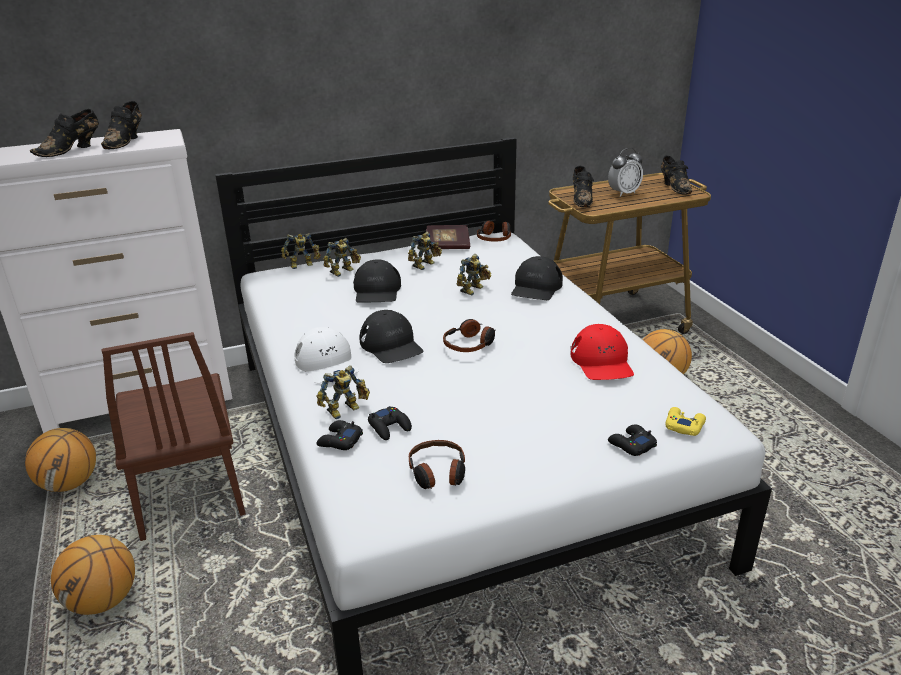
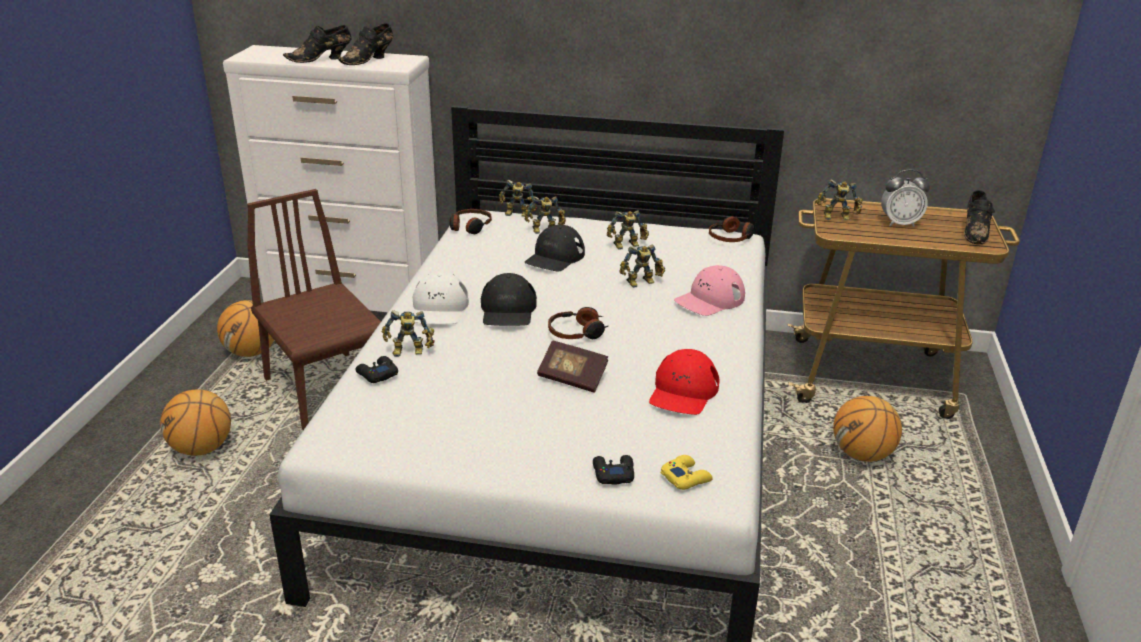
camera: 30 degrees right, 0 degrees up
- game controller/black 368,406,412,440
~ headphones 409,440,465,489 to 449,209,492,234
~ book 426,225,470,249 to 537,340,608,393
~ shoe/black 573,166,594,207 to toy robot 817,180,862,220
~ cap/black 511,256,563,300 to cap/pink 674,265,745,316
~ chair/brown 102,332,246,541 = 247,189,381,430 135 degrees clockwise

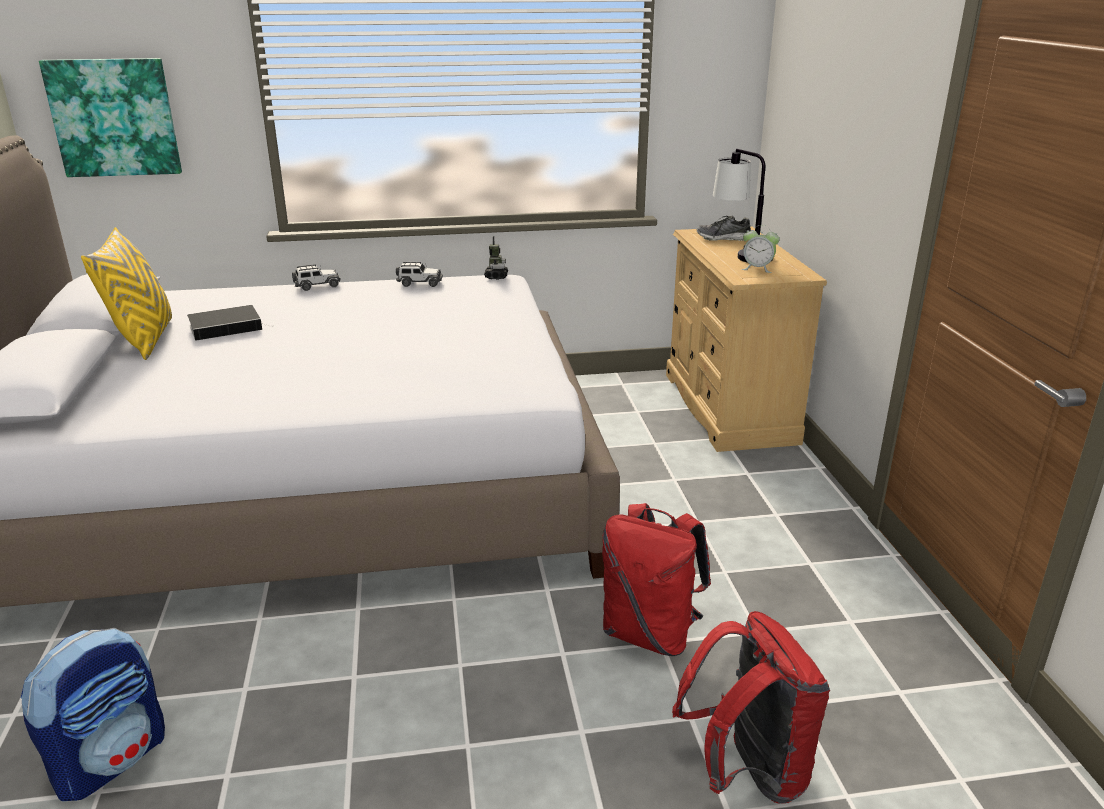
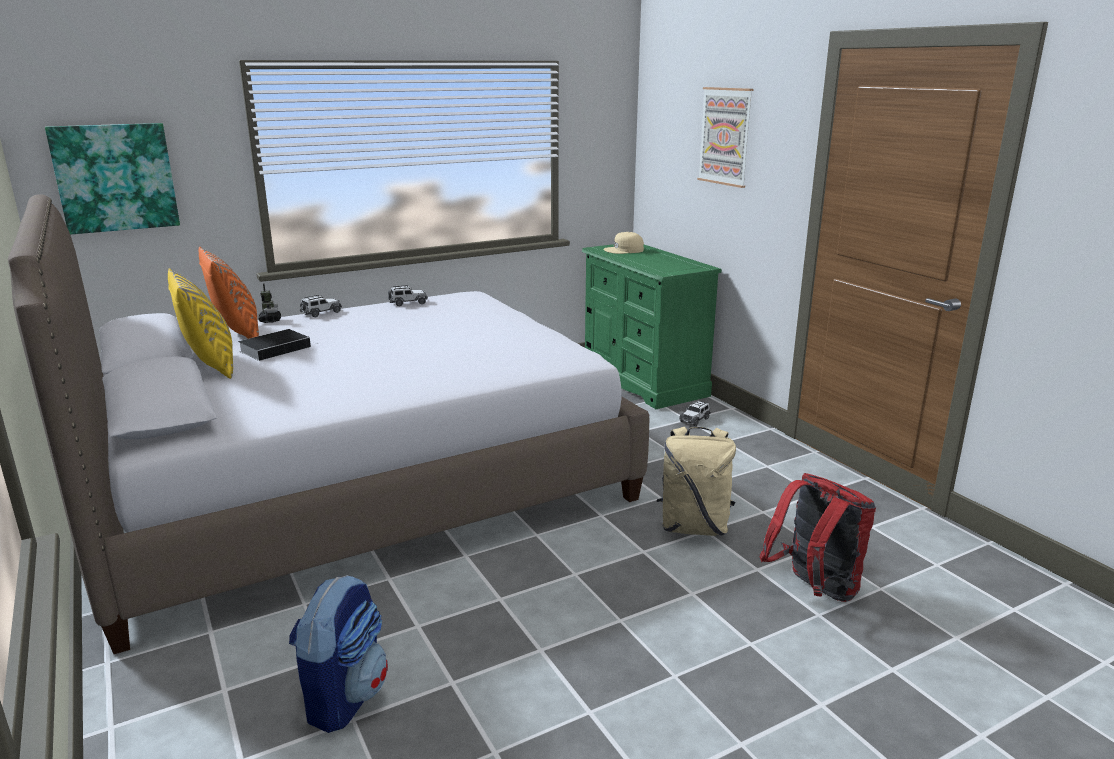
camera: 20 degrees left, 5 degrees down
- table lamp 713,149,773,263
- alarm clock 741,225,780,273
+ pillow/orange 199,246,259,339
+ toy car 679,400,711,426
+ picture 697,87,753,188
~ toy robot 484,236,508,279 to 259,284,281,323
~ shoe 697,216,751,241 to cap/beige 603,232,644,254
~ backpack/red 602,503,711,656 to backpack/beige 657,427,736,536
~ dresser/beige 666,227,827,452 to dresser/green 581,244,722,409

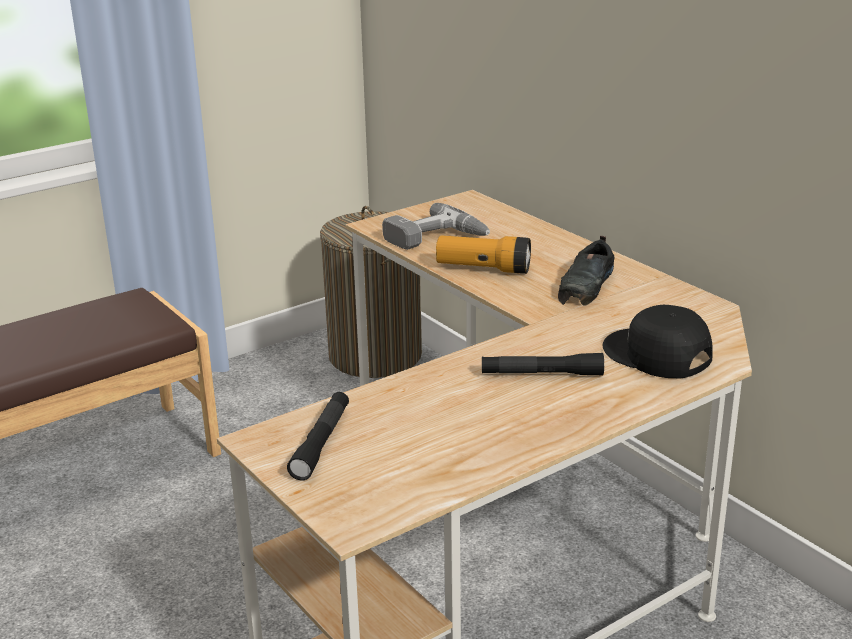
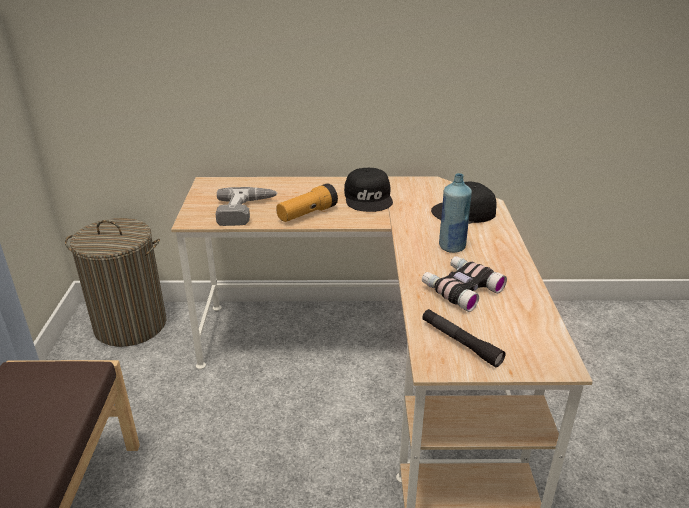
camera: 55 degrees left, 5 degrees up
+ binoculars 422,256,507,312
~ flashlight/black 482,353,604,375 to bottle/blue 439,173,472,253
~ shoe/black 558,236,614,305 to cap/black 344,168,393,212

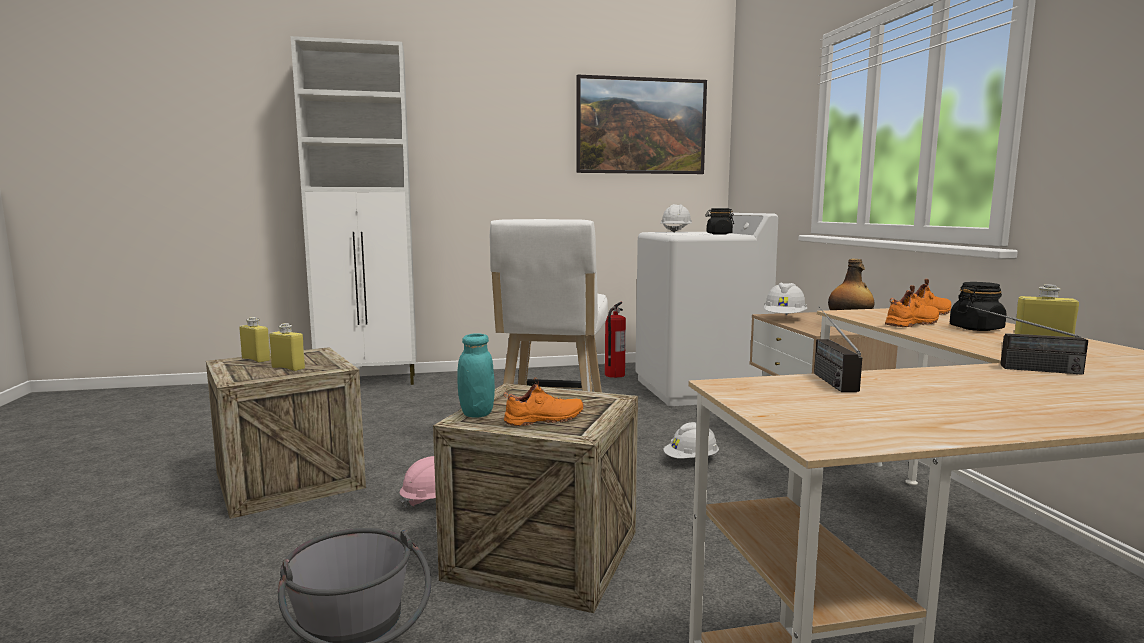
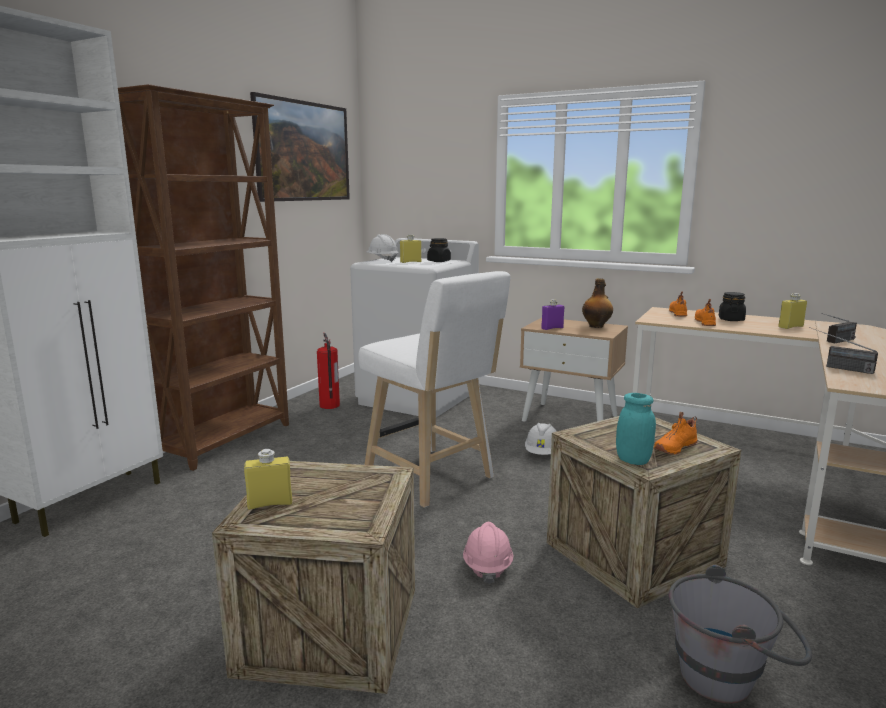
camera: 50 degrees left, 5 degrees up
+ bookcase/brown 118,84,289,471
~ bottle/yellow 269,323,305,371 to 400,234,421,263
~ hard hat/white 763,283,807,316 to bottle/purple 541,299,564,330
~ shoe/orange 503,377,584,426 = 654,412,697,455 150 degrees counterclockwise

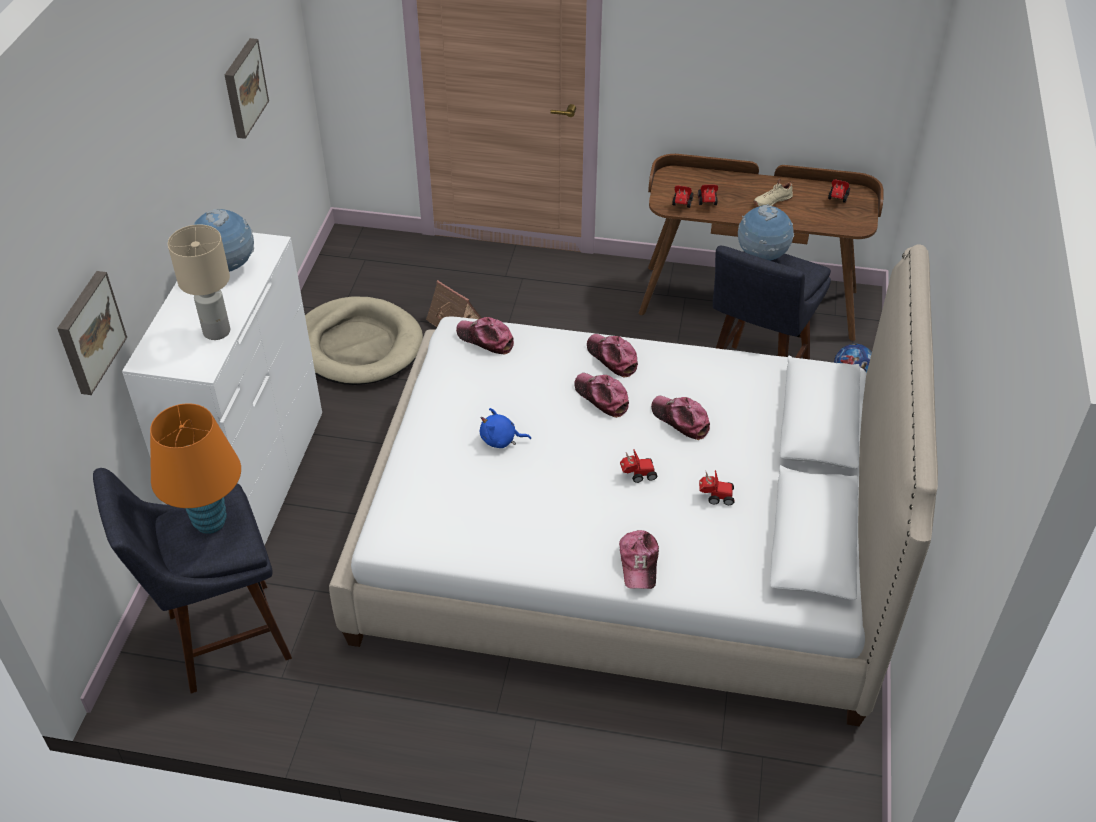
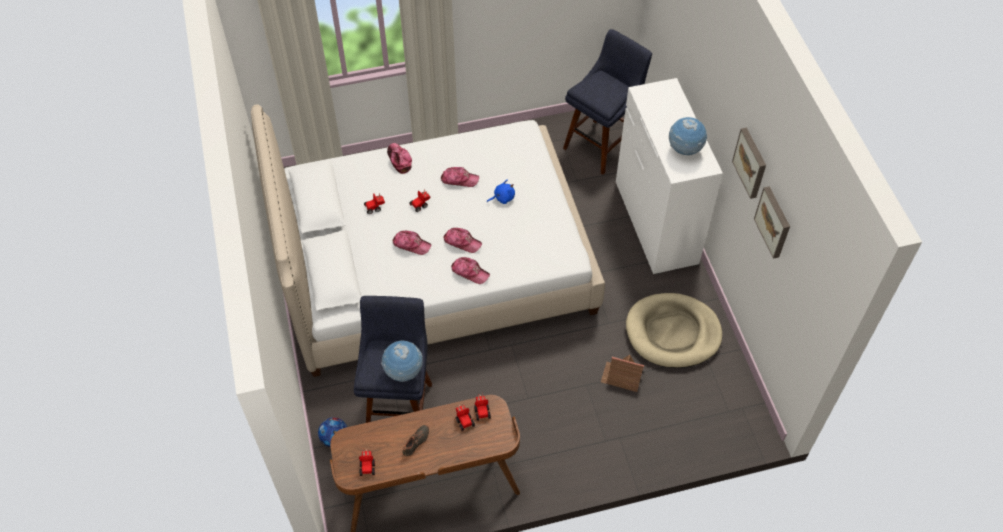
camera: 155 degrees right, 10 degrees up
- table lamp/orange 150,403,241,534
- table lamp/beige 168,224,230,340
~ picture 57,271,127,395 to 732,128,766,199
~ cap 456,317,514,355 to 441,167,479,187
~ shoe/beige 754,179,794,207 to shoe/black 403,425,429,456

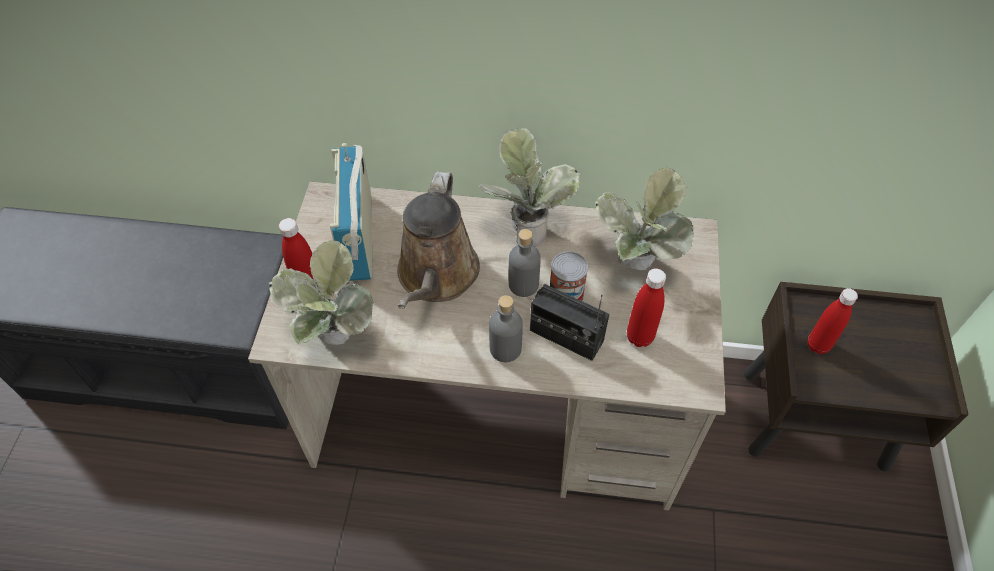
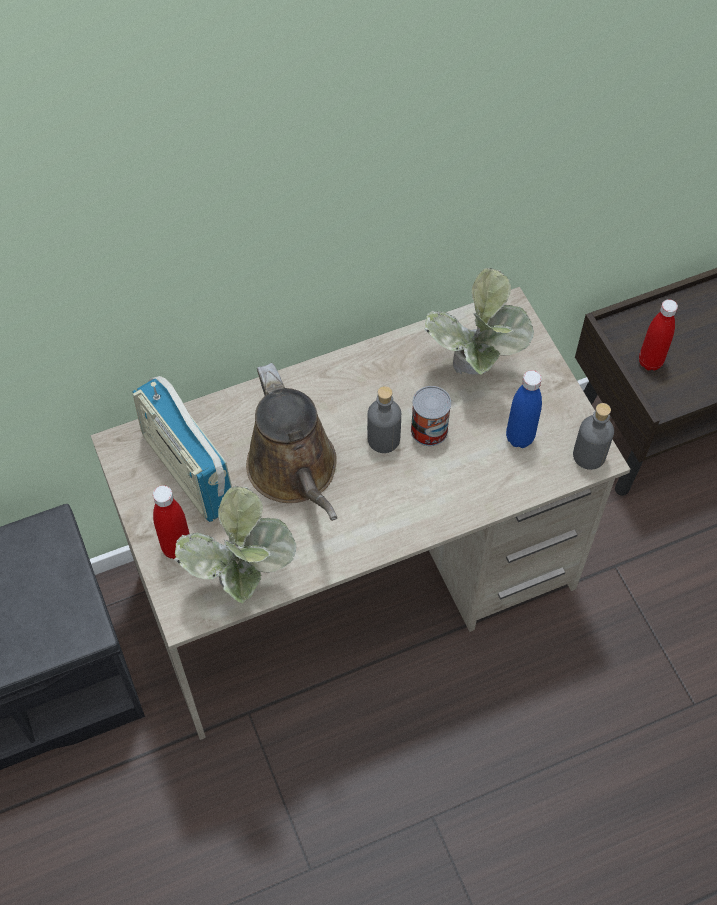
camera: 30 degrees left, 5 degrees up
- potted plant 479,128,580,247
- radio 530,284,609,361
~ bottle/grey 489,295,523,362 to 573,403,614,470
~ bottle/red 627,268,666,347 to bottle/blue 506,370,542,448

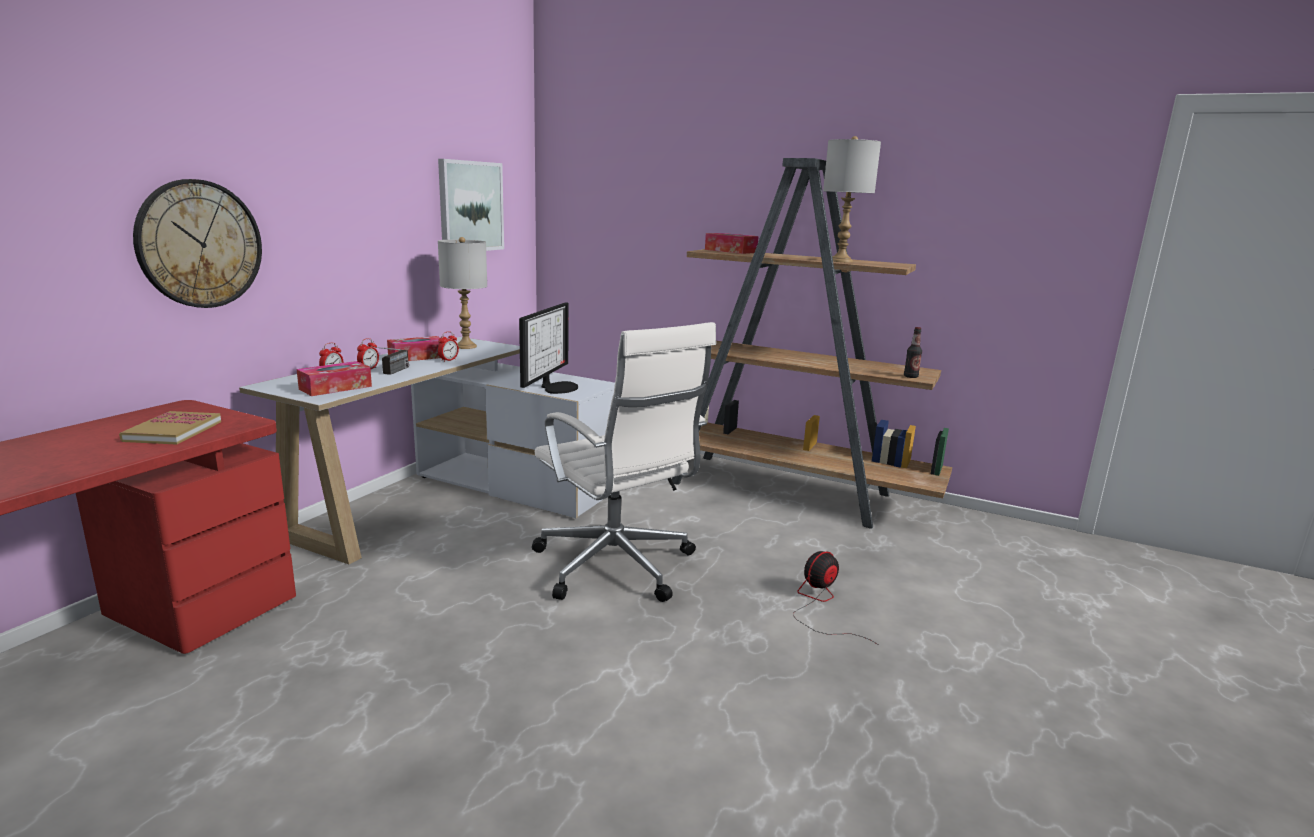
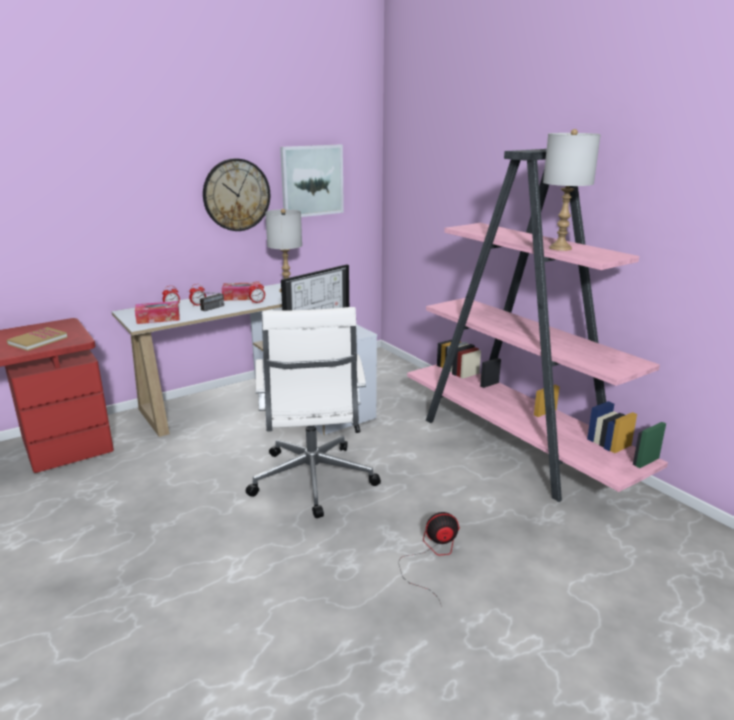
camera: 30 degrees right, 5 degrees up
- tissue box 705,233,759,254
- bottle 904,327,922,378
~ wall clock 133,179,262,308 to 203,158,270,231
~ bookcase/brown 672,158,952,529 to bookcase/pink 407,149,668,502

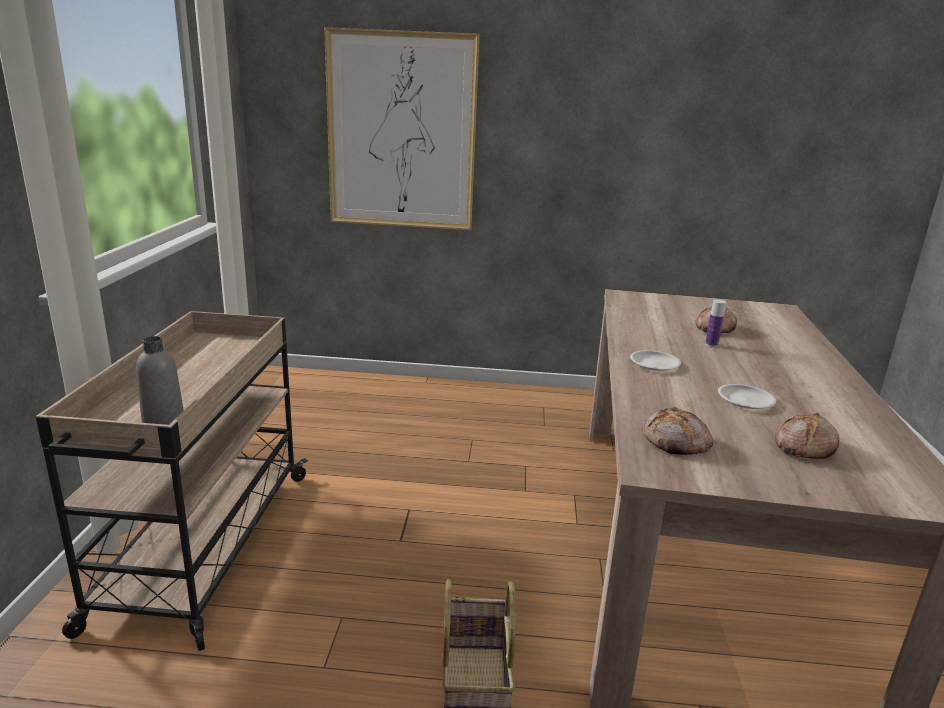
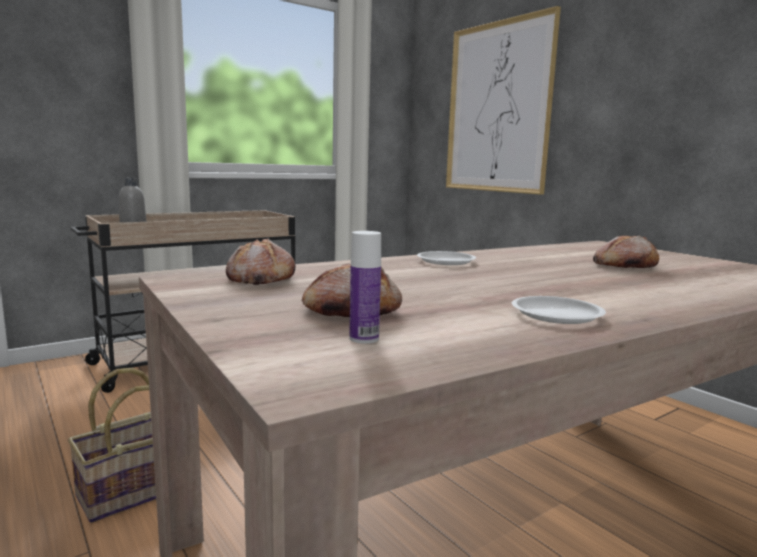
camera: 50 degrees right, 10 degrees down
~ bottle 705,300,726,347 to 349,231,381,344
~ plate/white 718,384,776,409 to 512,296,606,324

